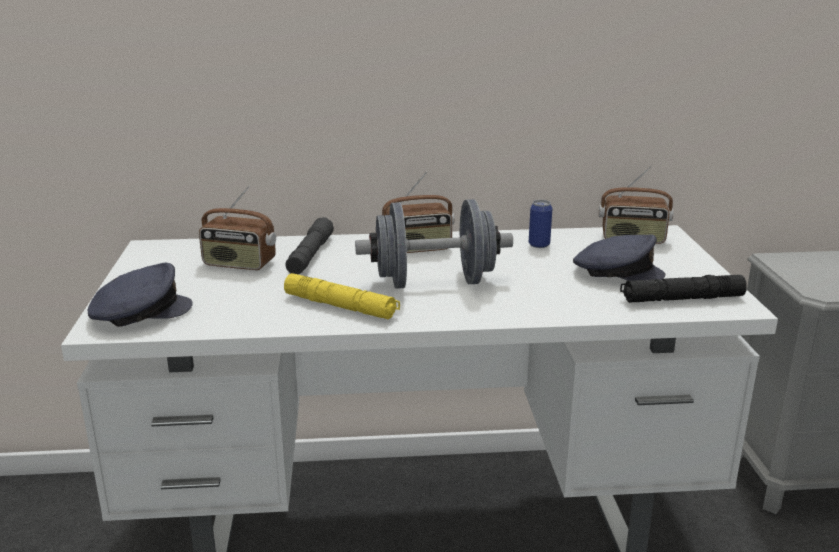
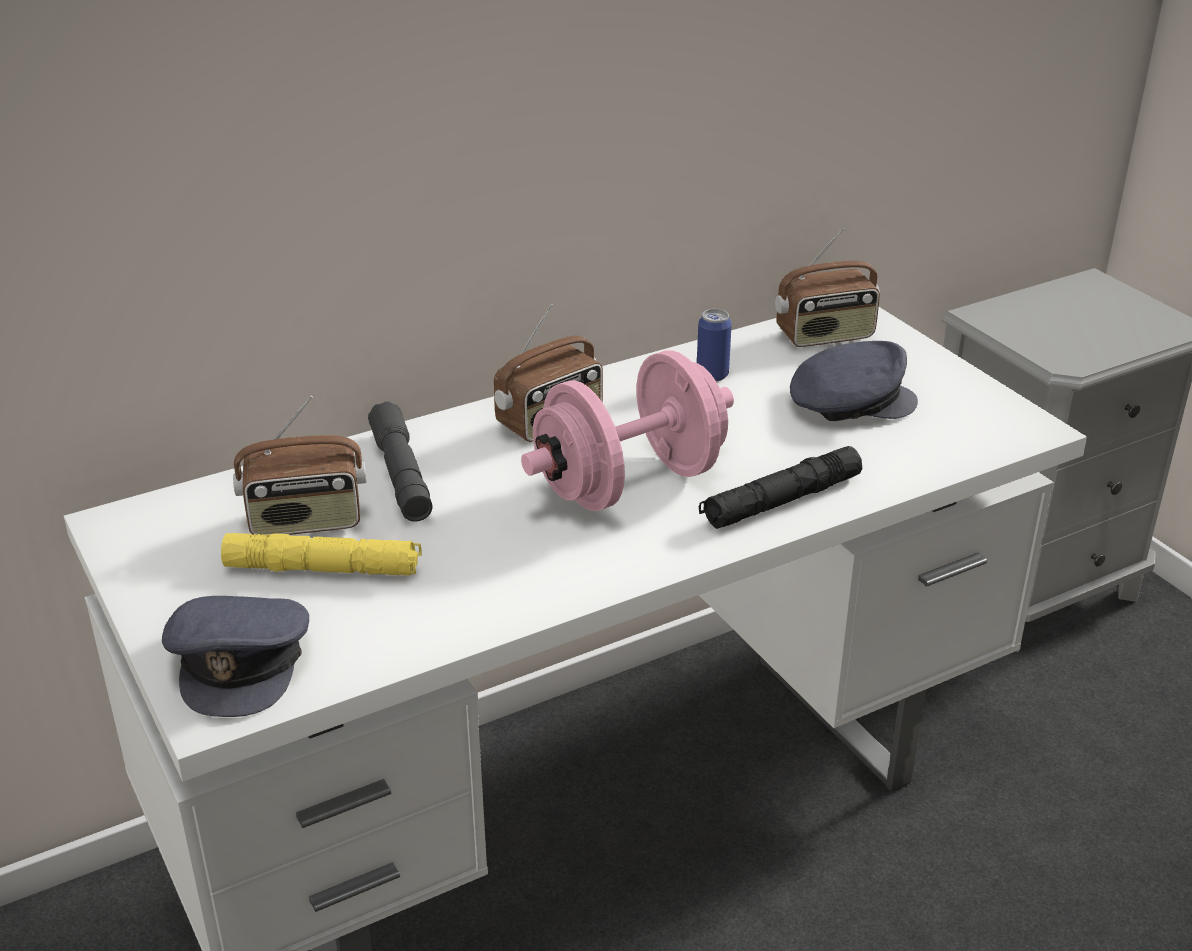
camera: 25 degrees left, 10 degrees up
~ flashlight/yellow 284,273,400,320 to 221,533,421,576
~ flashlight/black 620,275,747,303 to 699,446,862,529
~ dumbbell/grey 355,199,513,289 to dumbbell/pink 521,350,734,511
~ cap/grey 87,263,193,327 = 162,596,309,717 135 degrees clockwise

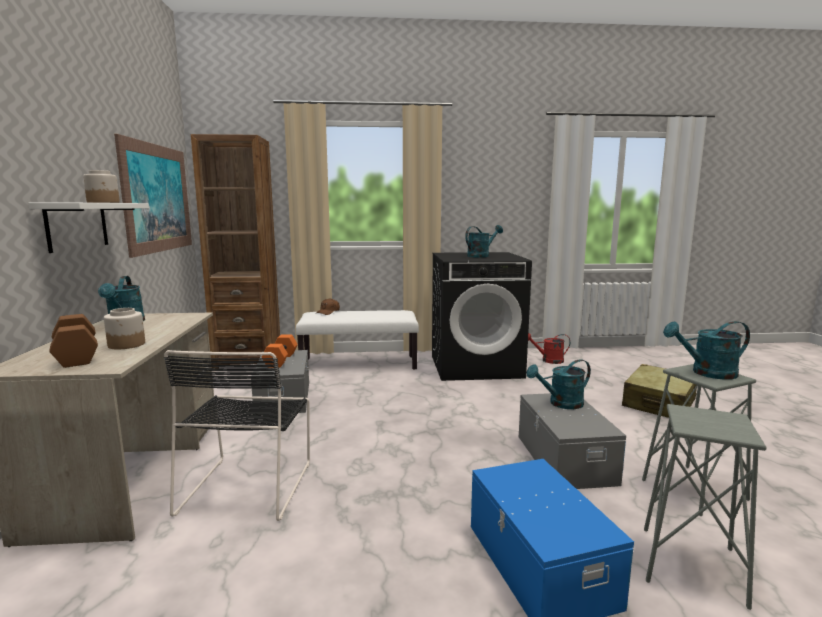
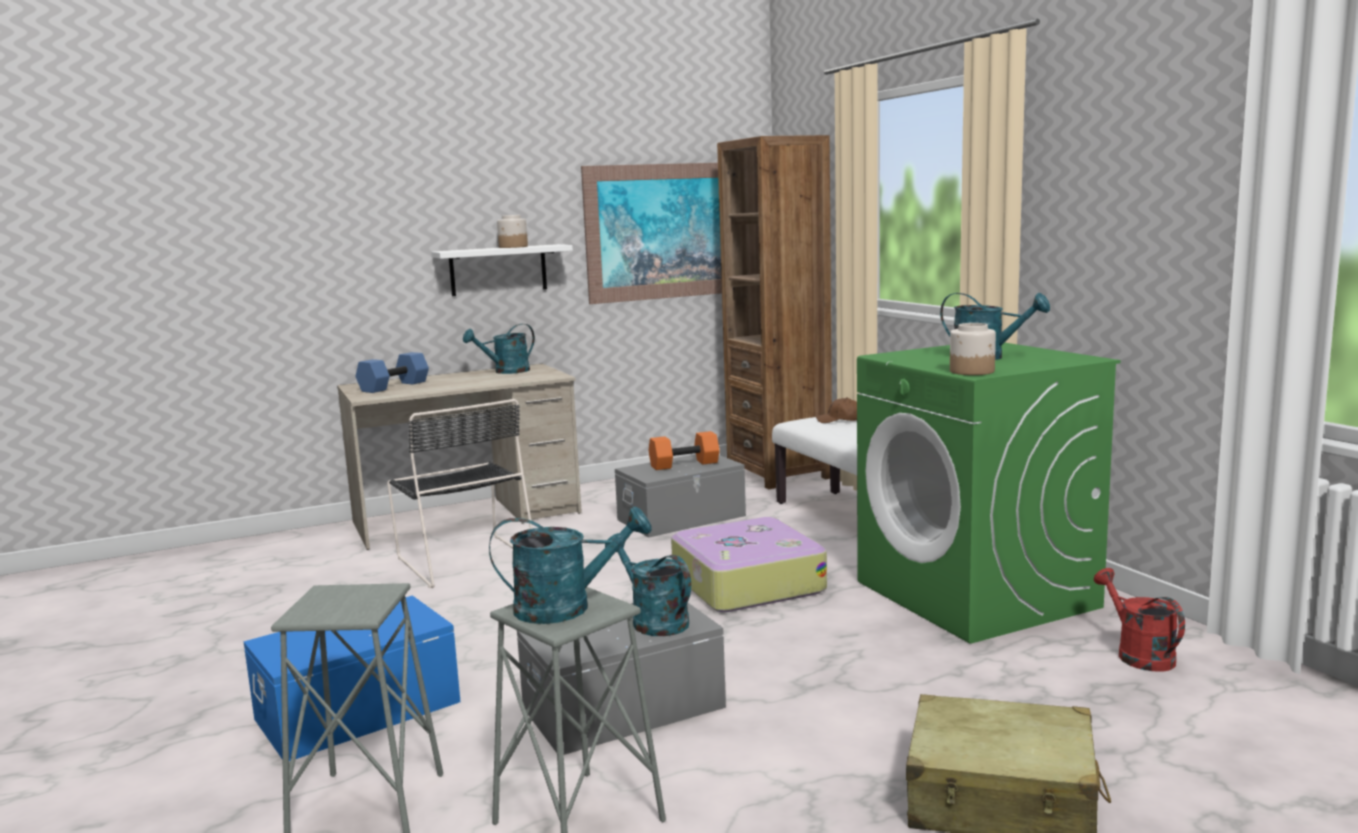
camera: 70 degrees right, 0 degrees up
+ suitcase 671,517,827,612
~ jar 104,308,145,350 to 950,323,996,375
~ dumbbell/brown 49,314,98,368 to dumbbell/blue 355,352,429,393
~ washing machine/black 432,252,532,381 to washing machine/green 857,343,1121,644
~ chair/black 164,350,310,521 = 387,399,533,588 105 degrees counterclockwise
~ watering can/turquoise 663,321,750,380 = 489,506,652,624 105 degrees clockwise

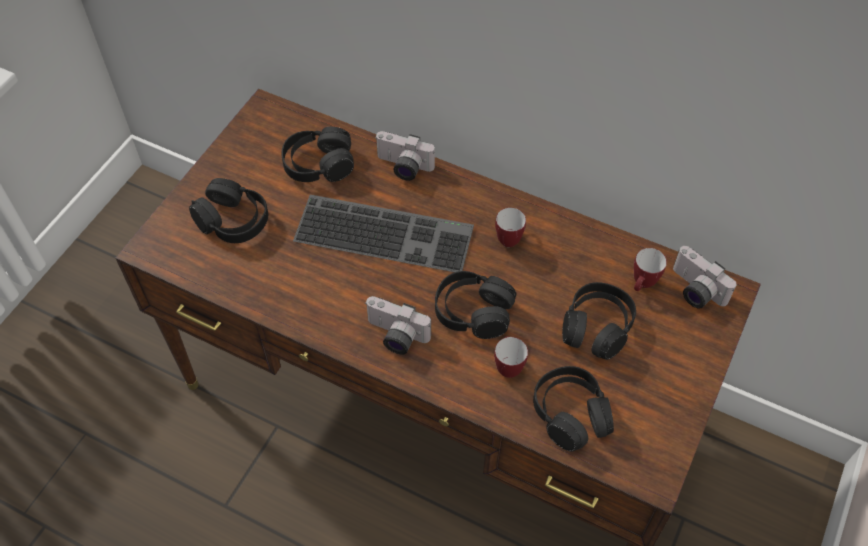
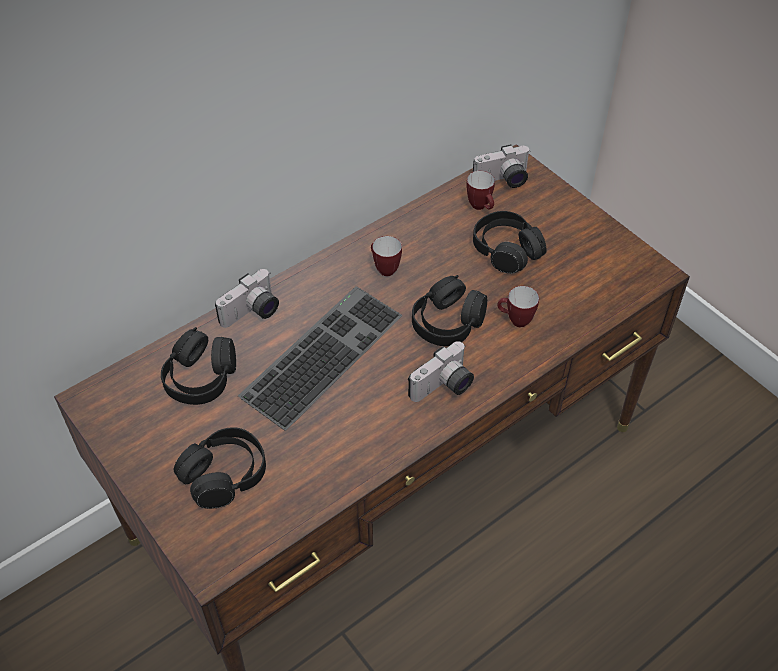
camera: 65 degrees left, 5 degrees down
- headphones/black 533,366,614,452

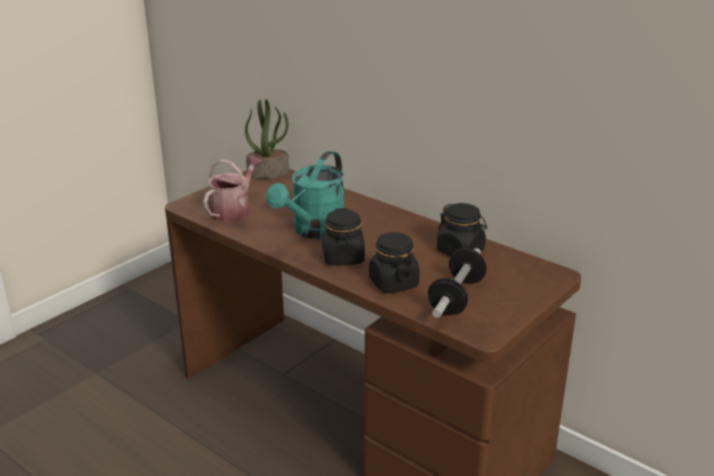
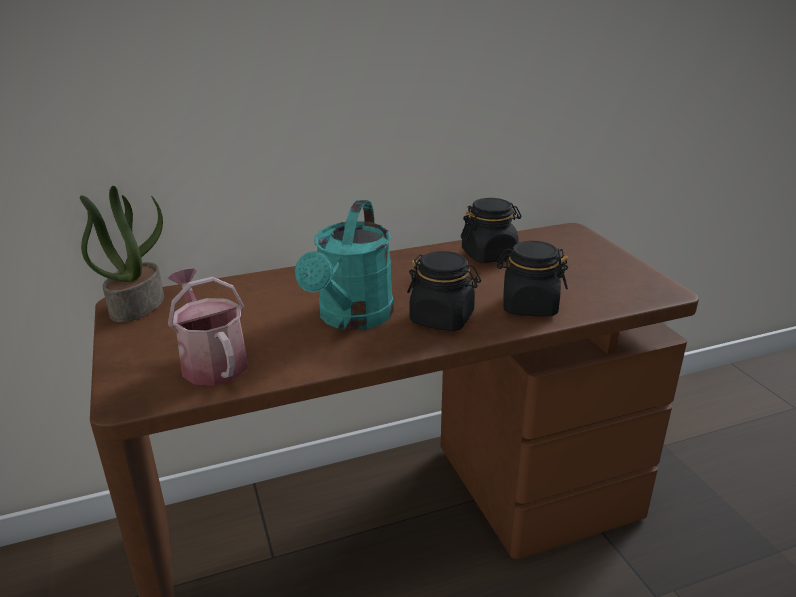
camera: 60 degrees left, 0 degrees up
- dumbbell 428,248,487,318
~ watering can/turquoise 266,151,344,239 = 295,200,394,330 45 degrees clockwise

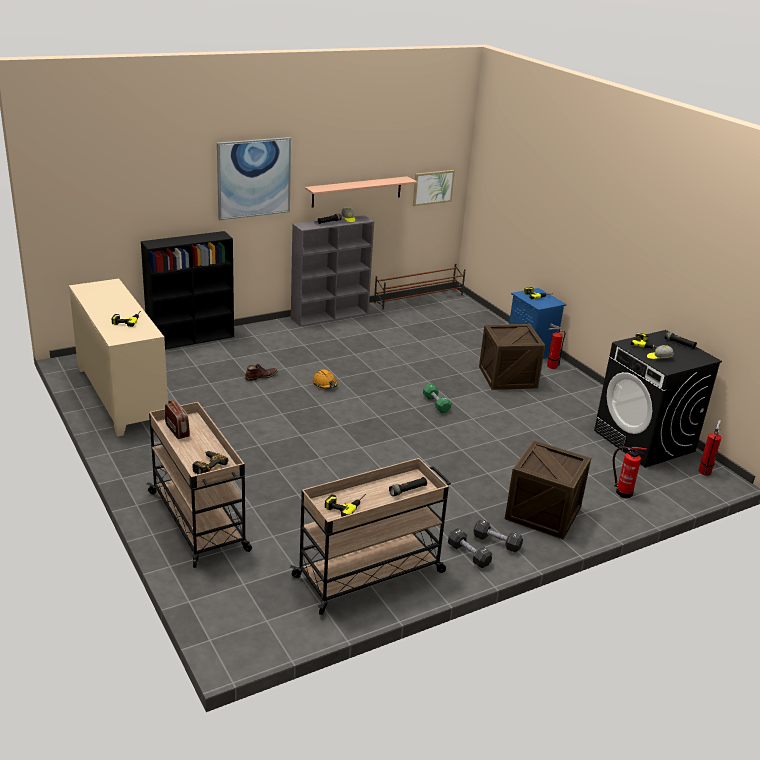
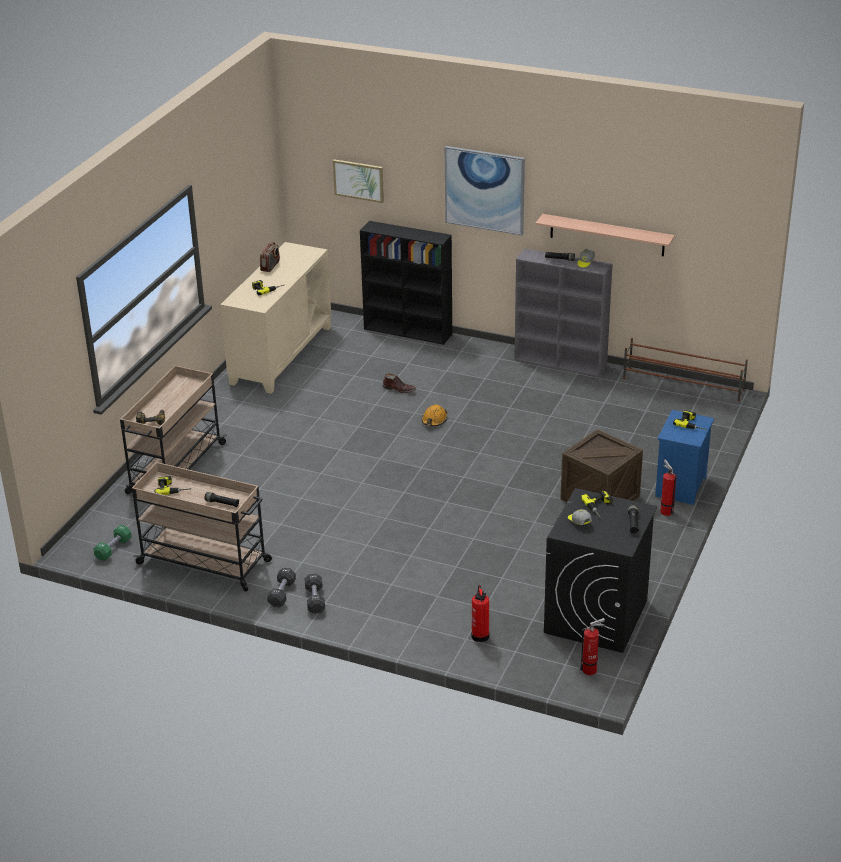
camera: 55 degrees right, 5 degrees up
- crate 505,440,591,539
~ radio 165,400,190,439 to 260,242,280,272
~ picture 413,170,455,206 to 333,159,384,203
~ dumbbell/green 423,384,451,413 to 93,525,132,561

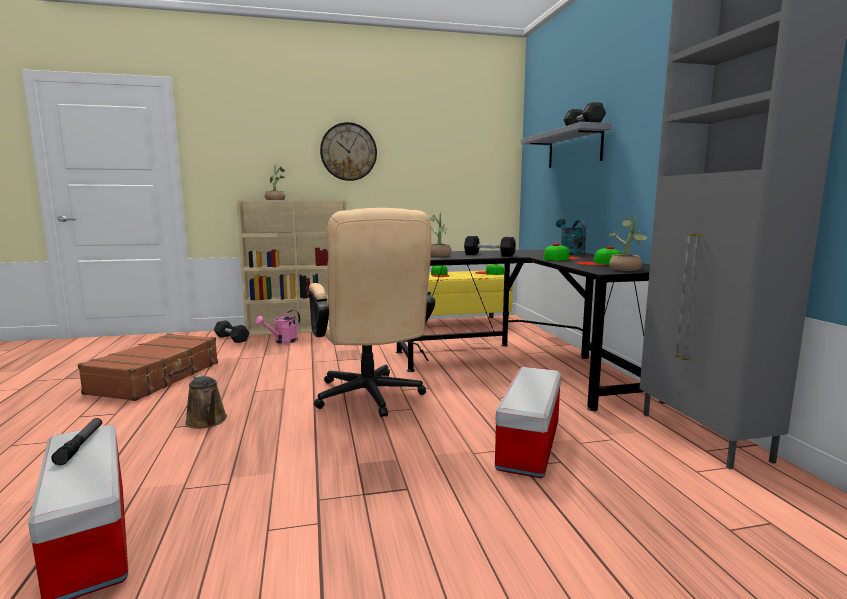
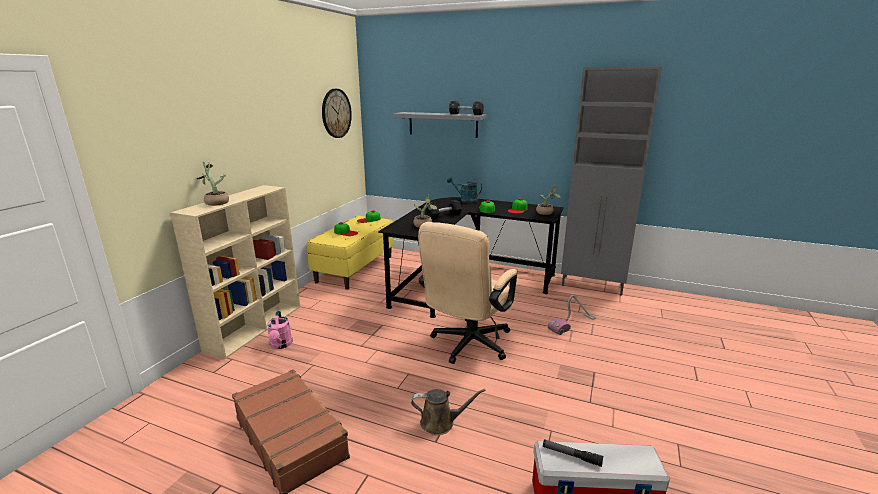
camera: 55 degrees left, 10 degrees up
- dumbbell/black 214,320,250,343
~ wall clock 320,122,377,181 to 322,89,352,138
~ storage box 495,367,561,478 to vacuum cleaner 548,295,596,335
~ office chair/beige 309,208,435,417 = 418,222,517,364 105 degrees clockwise

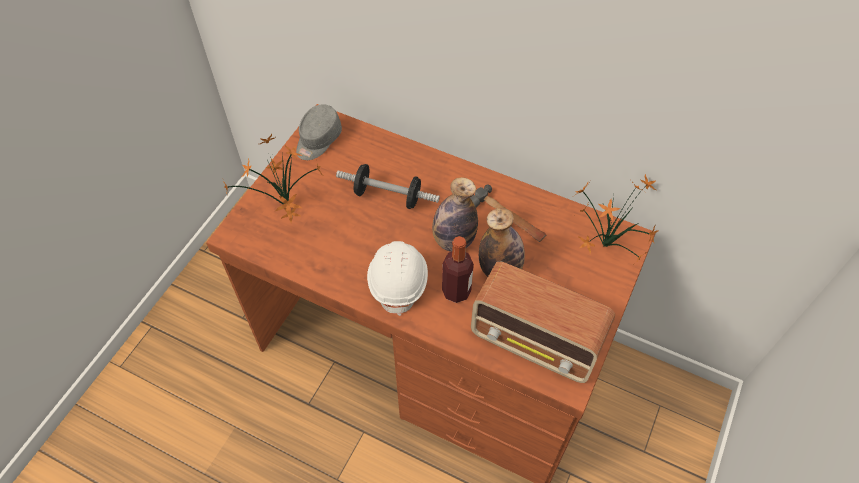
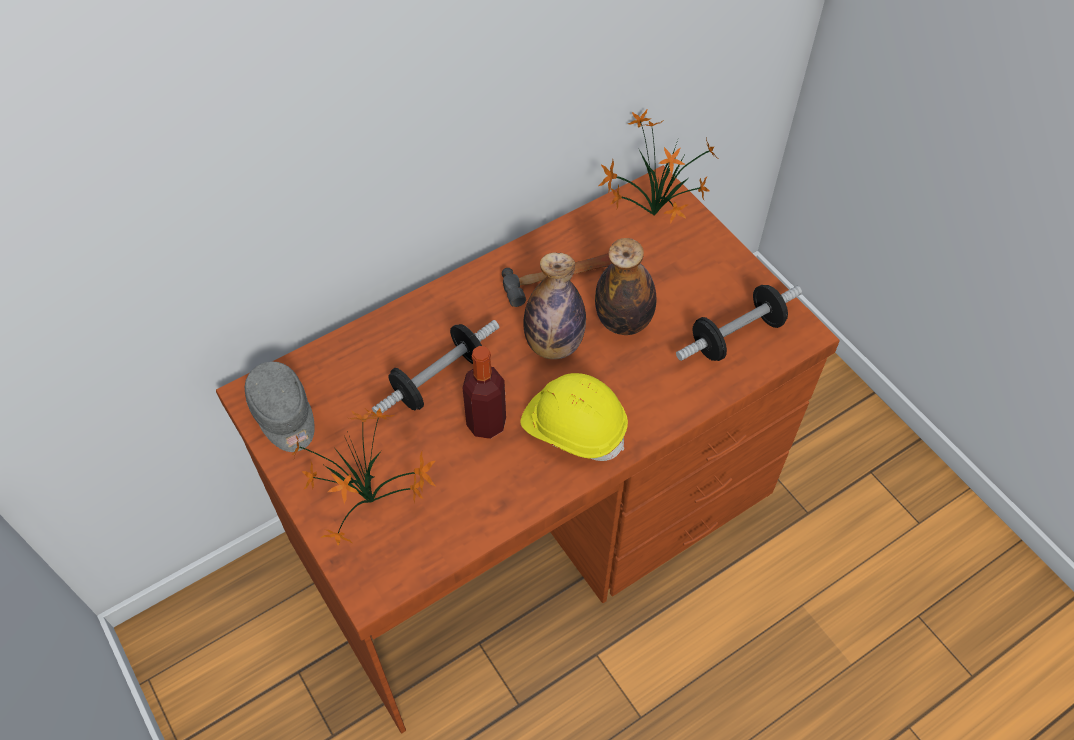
camera: 60 degrees left, 0 degrees up
~ bottle 442,236,474,303 to 463,346,506,439
~ radio 471,262,615,383 to dumbbell 676,285,802,361
~ hard hat/white 367,241,428,316 to hard hat/yellow 521,373,628,461

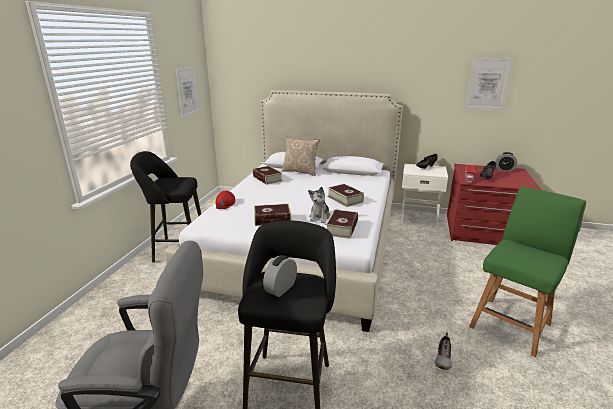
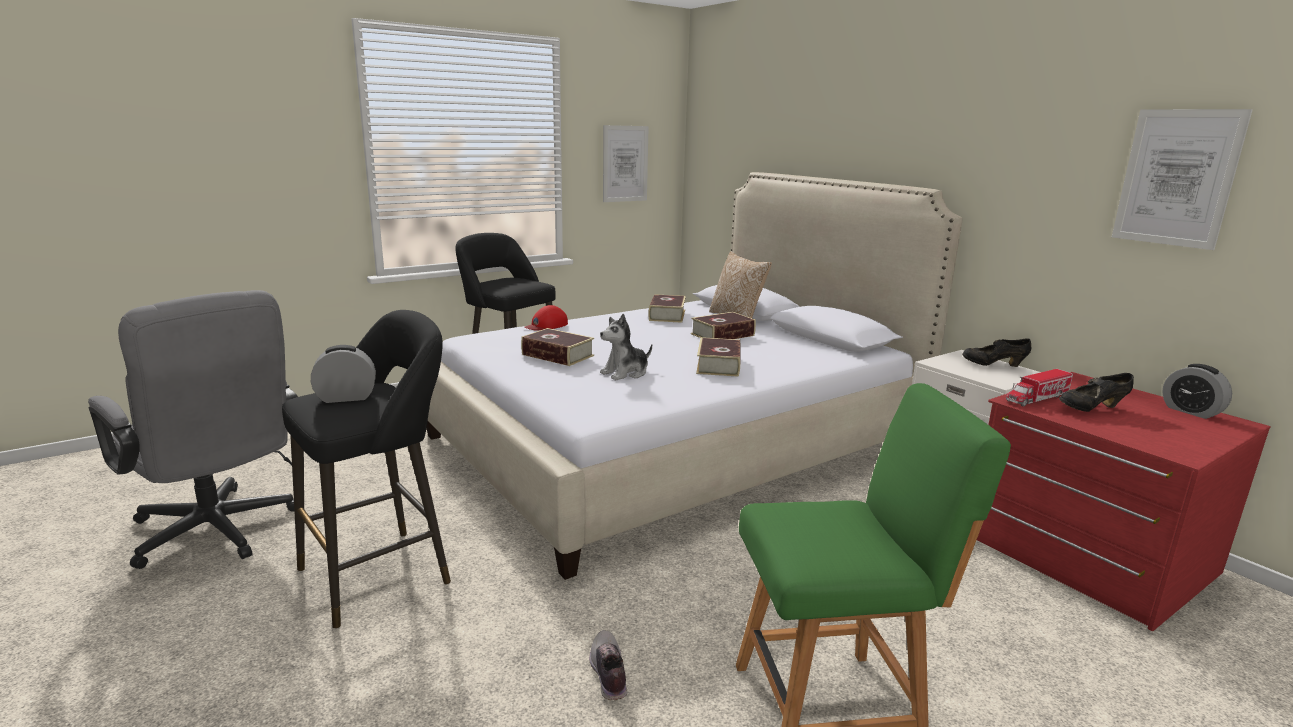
camera: 40 degrees right, 5 degrees down
~ book 325,209,358,239 to 691,312,756,339
~ shoe 435,332,452,370 = 589,630,627,700 105 degrees clockwise

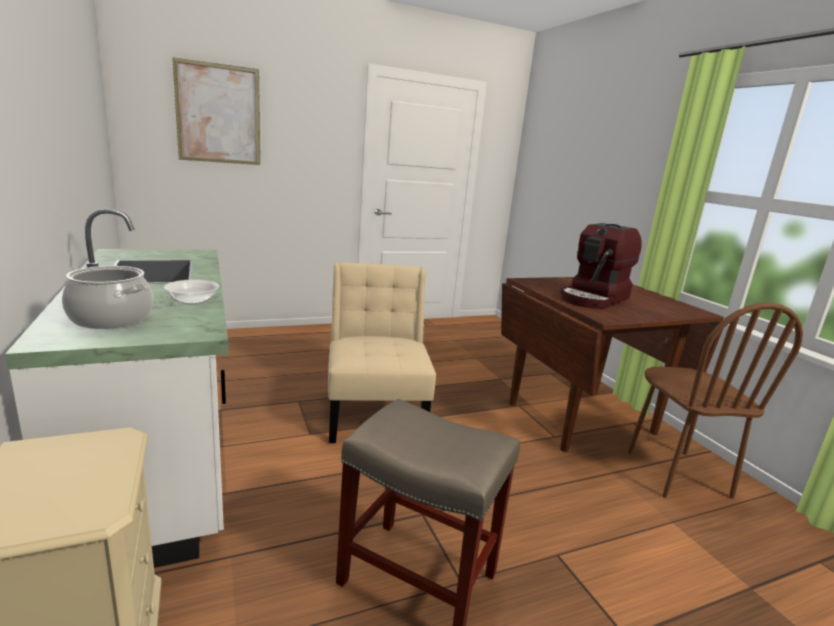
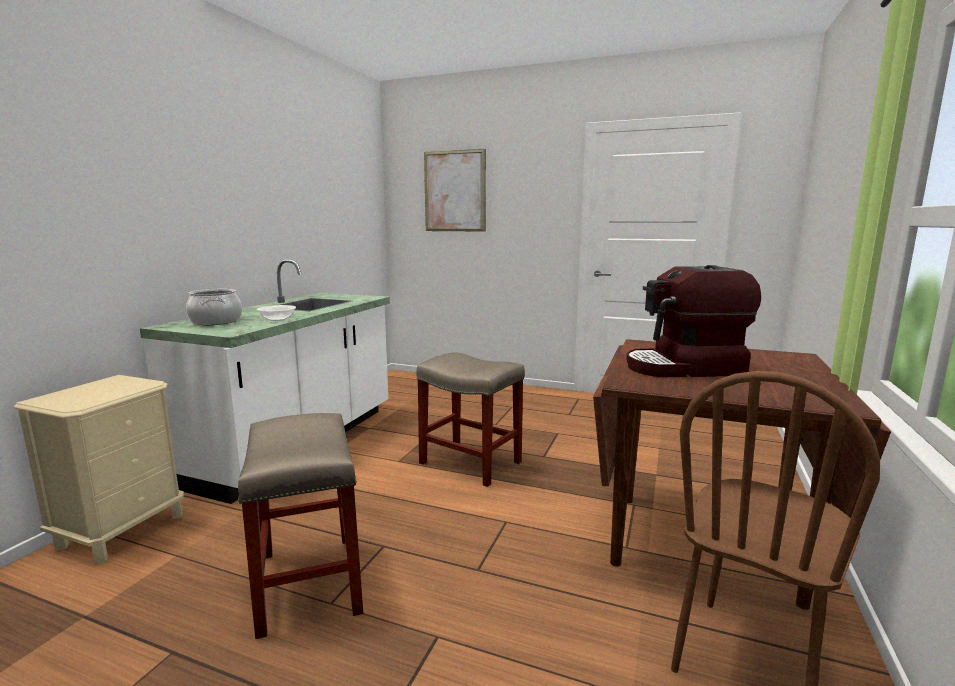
camera: 45 degrees right, 5 degrees down
~ chair/beige 328,263,436,443 to stool/beige 417,352,525,487

